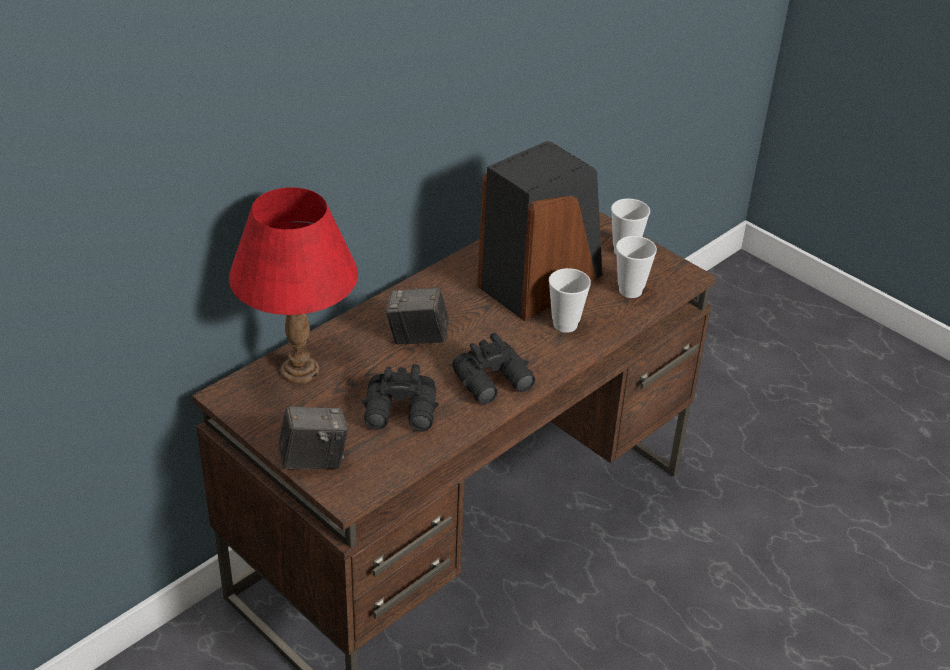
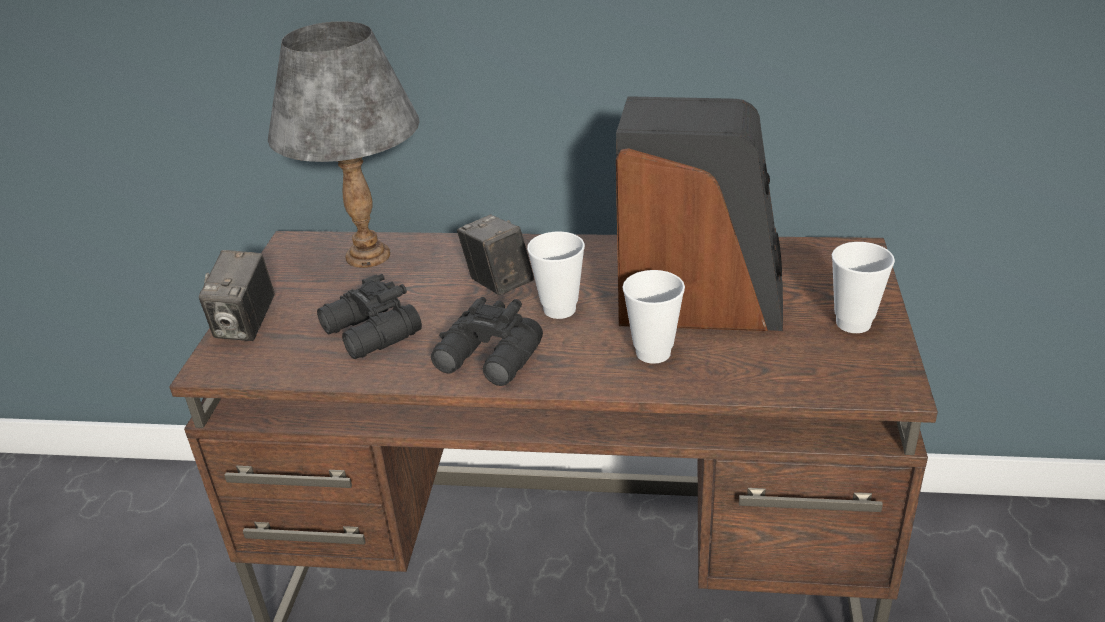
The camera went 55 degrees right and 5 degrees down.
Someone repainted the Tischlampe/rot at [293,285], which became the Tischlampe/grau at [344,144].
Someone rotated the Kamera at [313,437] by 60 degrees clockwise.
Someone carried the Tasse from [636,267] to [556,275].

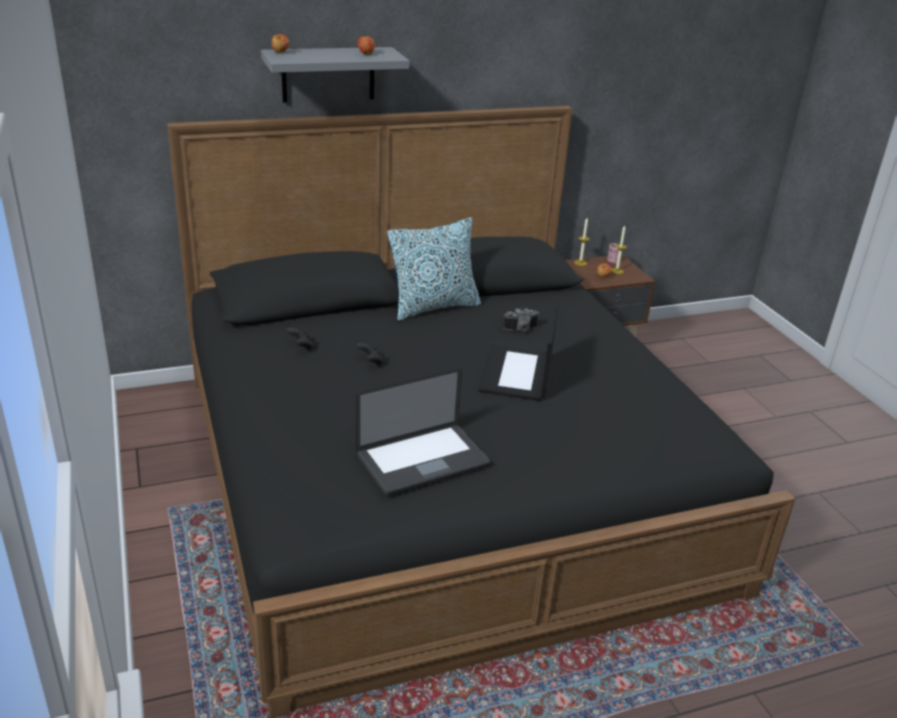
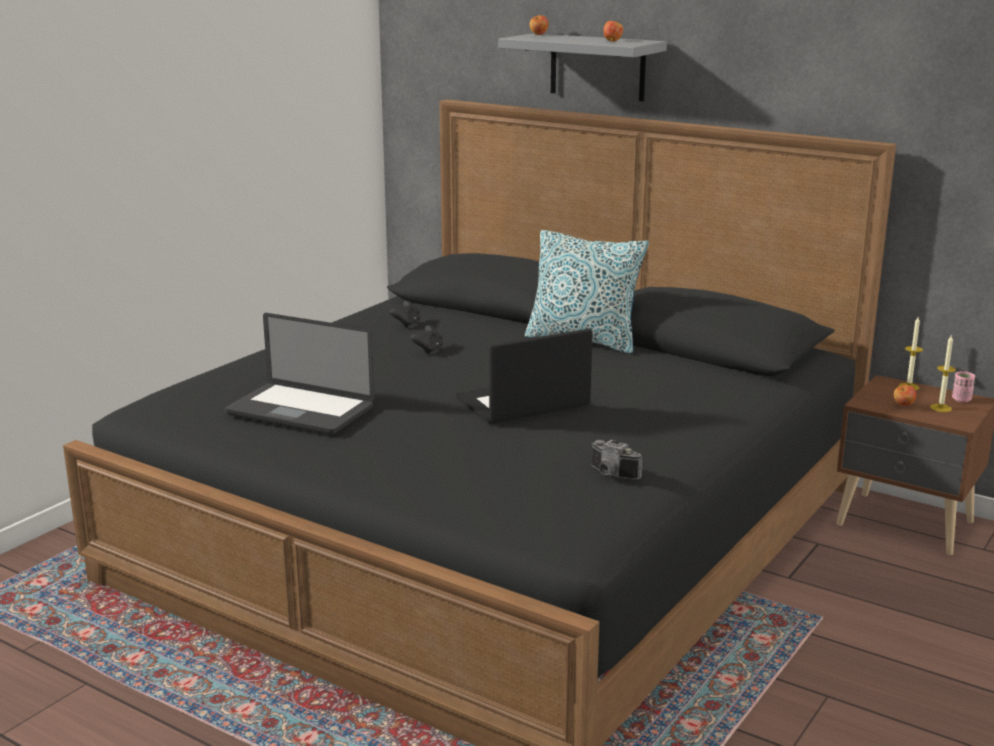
The camera went 55 degrees right and 10 degrees down.
Someone carried the Kamera from [521,319] to [617,459].

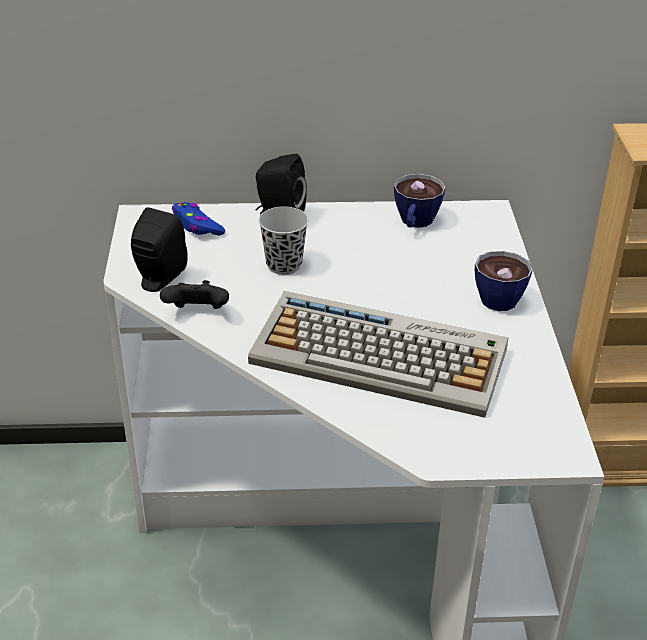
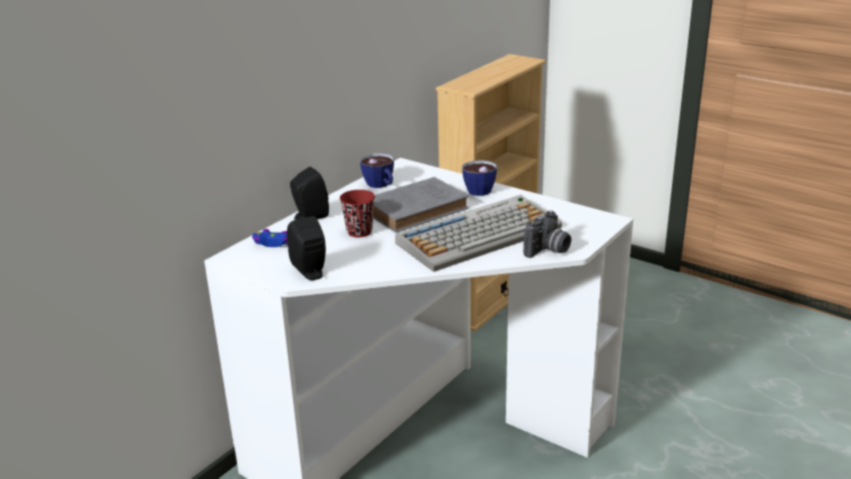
The camera went 50 degrees left and 10 degrees down.
Someone took away the Gamepad/schwarz at [194,294].
Someone repainted the Tasse/schwarz at [284,240], which became the Tasse/rot at [357,213].
Someone put down the Buch/grau at [421,205].
Someone put down the Kamera at [547,234].

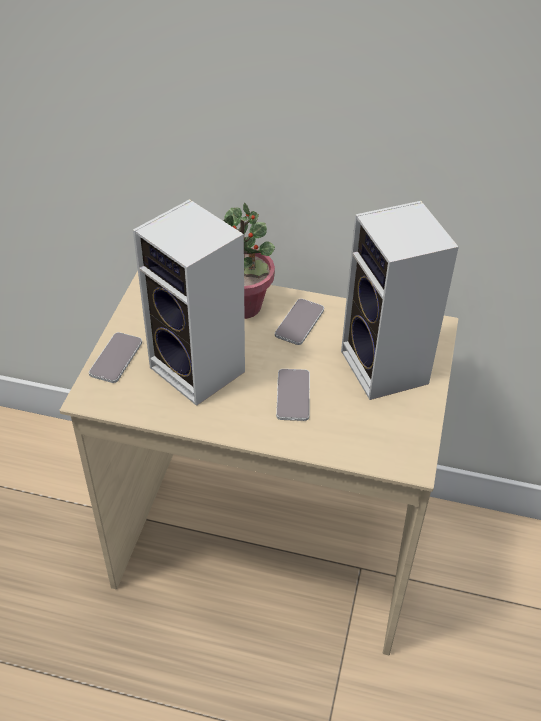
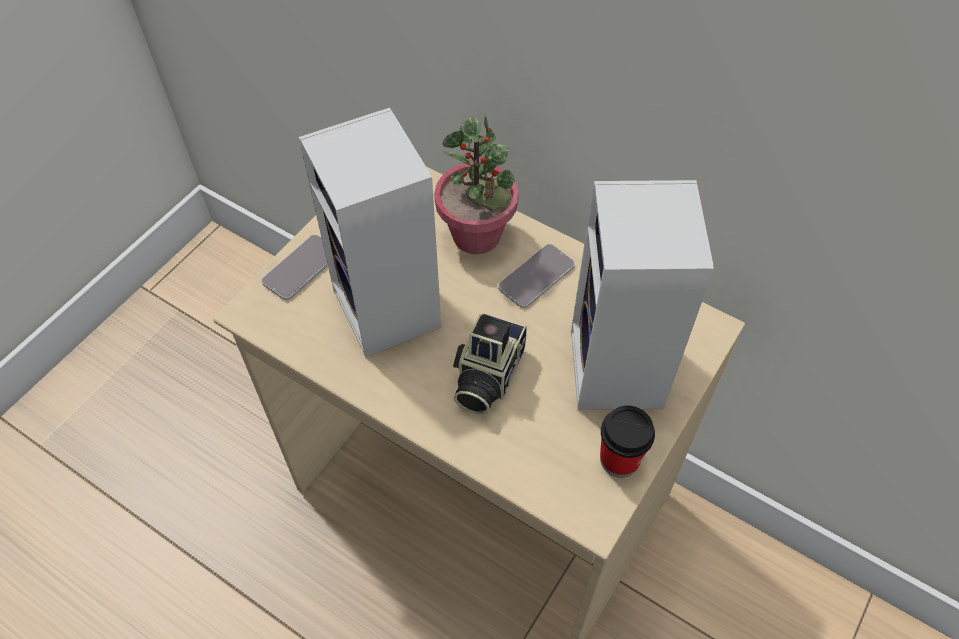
The camera went 20 degrees right and 10 degrees up.
Someone swapped the Handy at [293,395] for the Kamera at [490,364].
Someone put down the Tasse at [627,441].

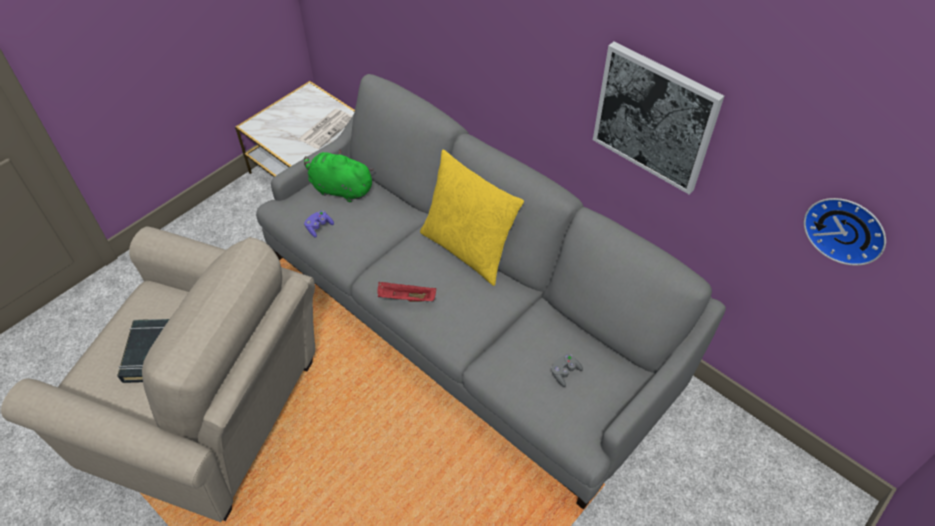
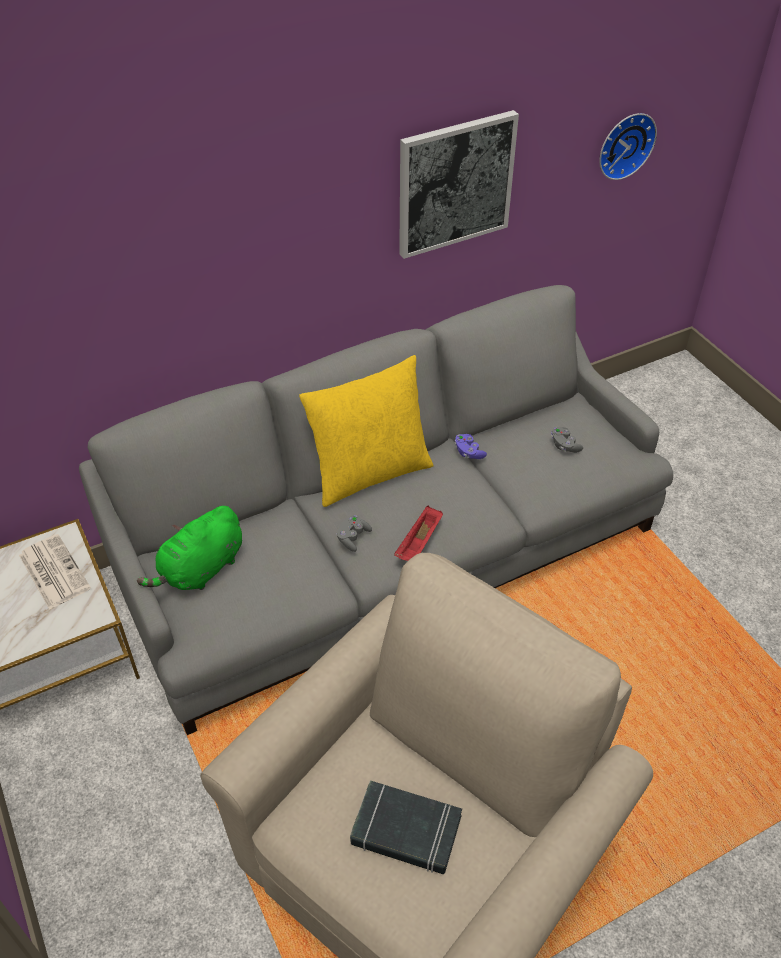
The camera went 70 degrees left and 5 degrees down.
Someone carried the Gamepad/lila from [319,224] to [471,446].
Someone put down the Gamepad/grau at [354,533].

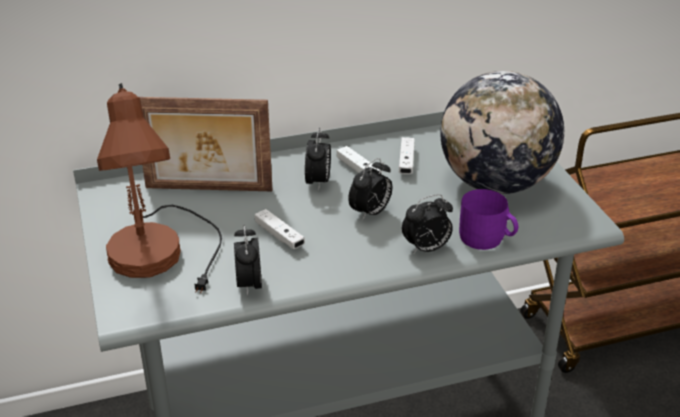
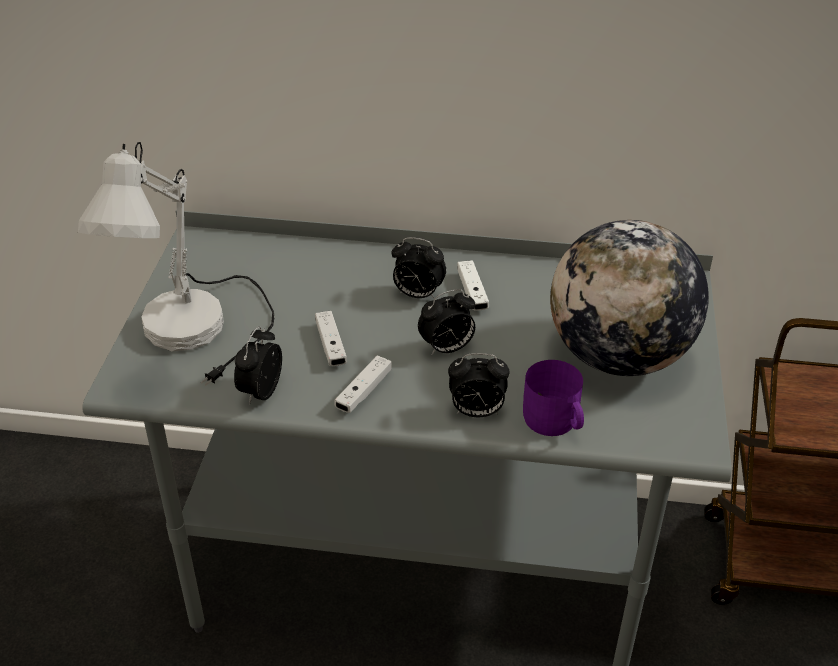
The camera went 25 degrees right and 5 degrees up.
Someone repainted the Tischlampe/braun at [159,188], which became the Tischlampe/weiß at [176,264].
Someone took away the Bilderrahmen at [205,144].
Someone rotated the Wecker at [318,159] by 75 degrees clockwise.
Someone carried the Gamepad/weiß from [407,155] to [363,384].

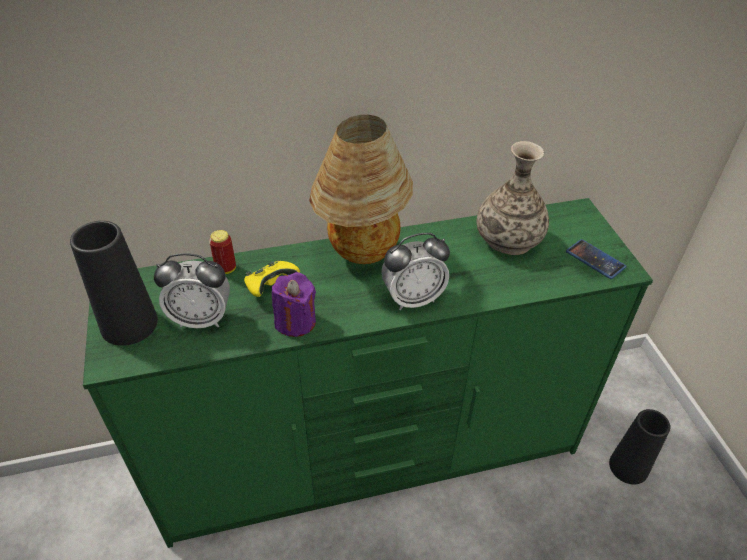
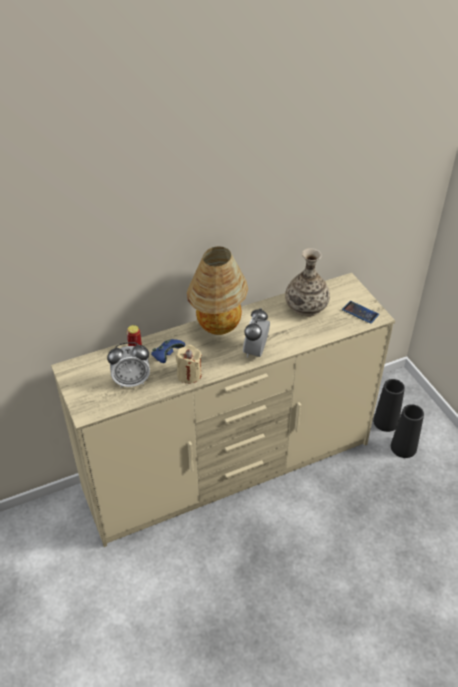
The camera went 10 degrees left and 0 degrees up.
Someone carried the Vase/schwarz from [114,283] to [389,405].
Someone repainted the Kommode/grün at [368,373], which became the Kommode/beige at [223,410].
Someone repainted the Gamepad/gelb at [272,278], which became the Gamepad/blau at [168,351].
Someone repainted the Kerze/lila at [294,304], which became the Kerze/beige at [189,364].
Someone rotated the Wecker at [415,271] by 135 degrees clockwise.

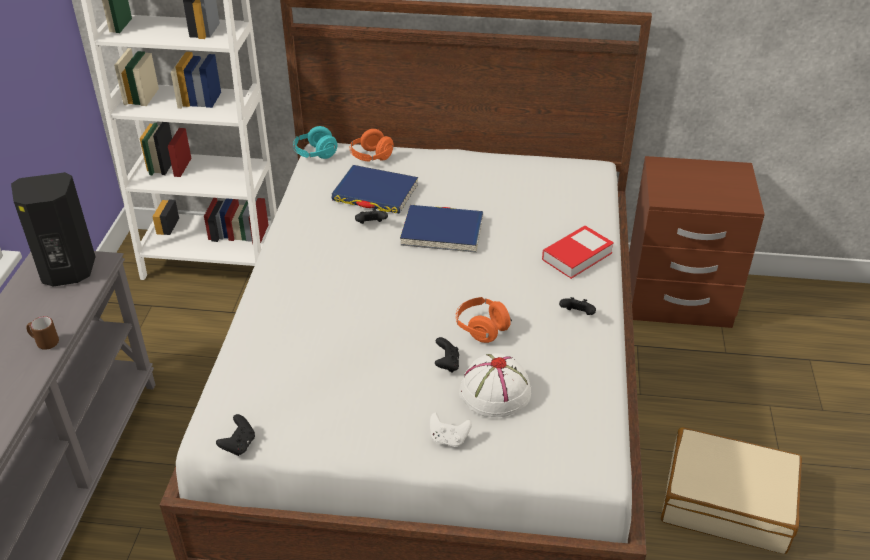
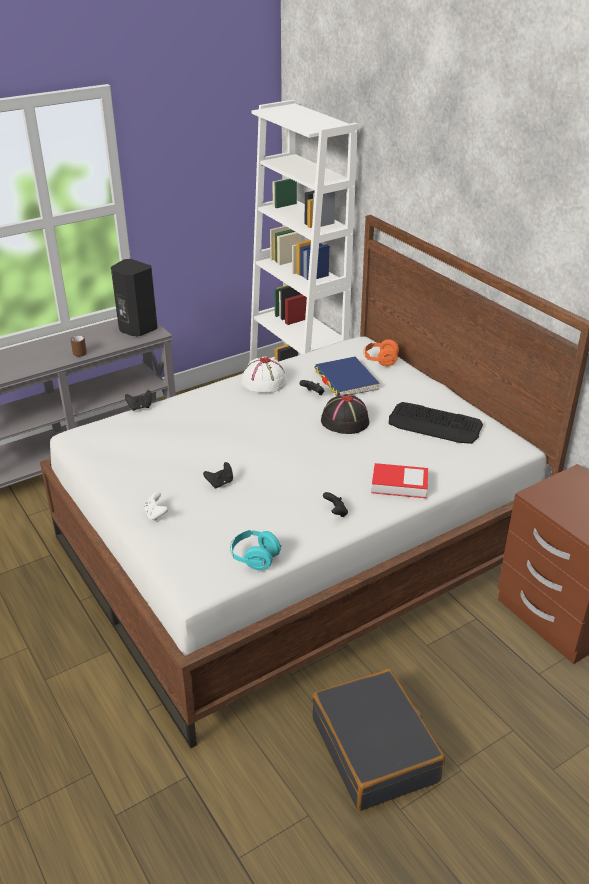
The camera went 50 degrees right and 5 degrees down.
Someone carried the Gamepad/schwarz from [235,435] to [138,400].
Someone carried the Kopfhörer/türkis from [315,142] to [255,550].
Someone swapped the Buch/blau at [441,229] for the Hut/schwarz at [345,414].
Someone took away the Kopfhörer/orange at [484,320].
Someone carried the Hut/weiß from [495,385] to [264,375].
Someone repainted the Koffer/beige at [731,490], which became the Koffer/schwarz at [378,740].
Someone put down the Tastatur at [436,423].

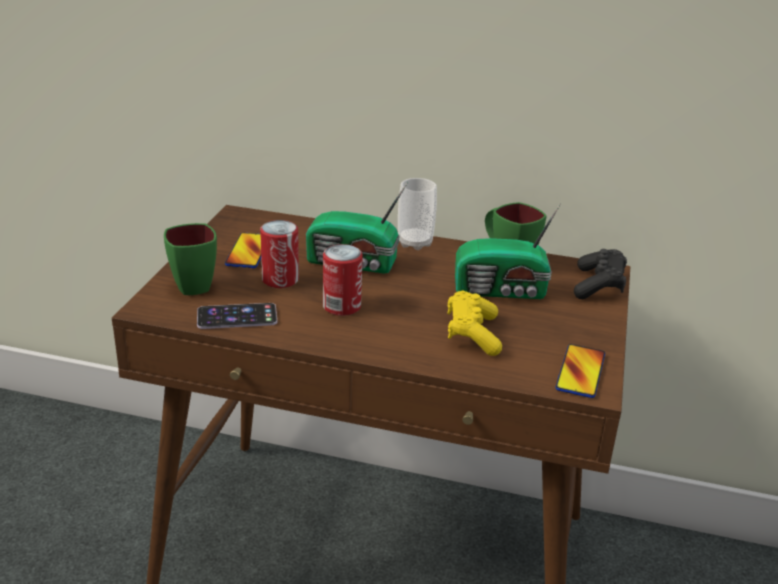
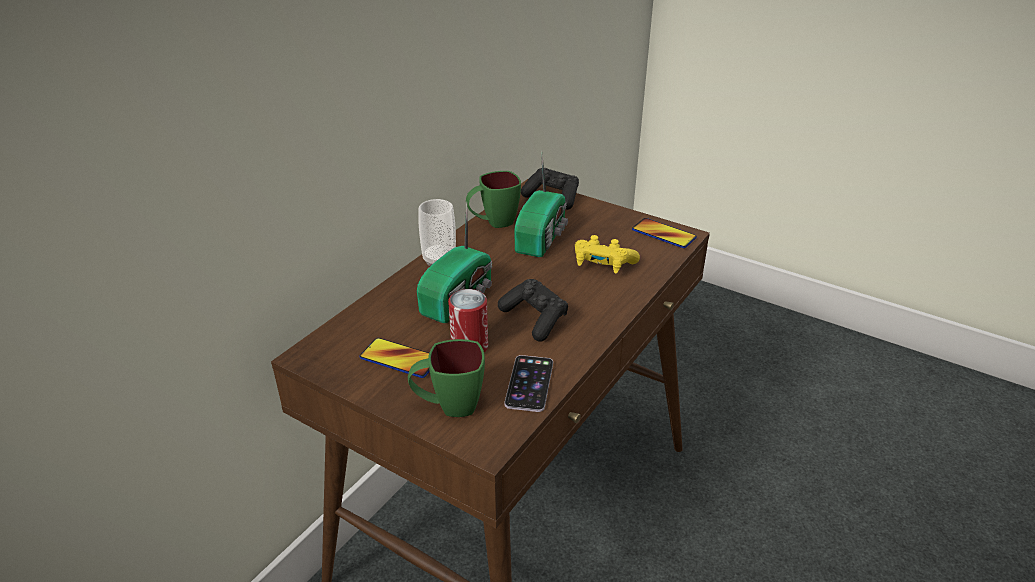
The camera went 70 degrees left and 5 degrees up.
Someone swapped the Dose at [343,280] for the Gamepad/schwarz at [533,310].

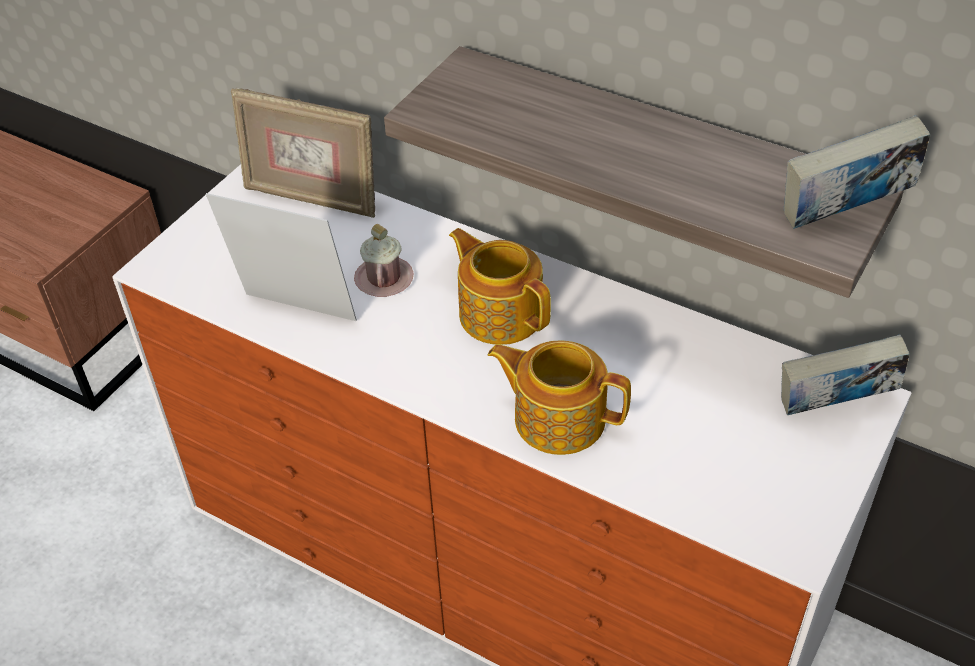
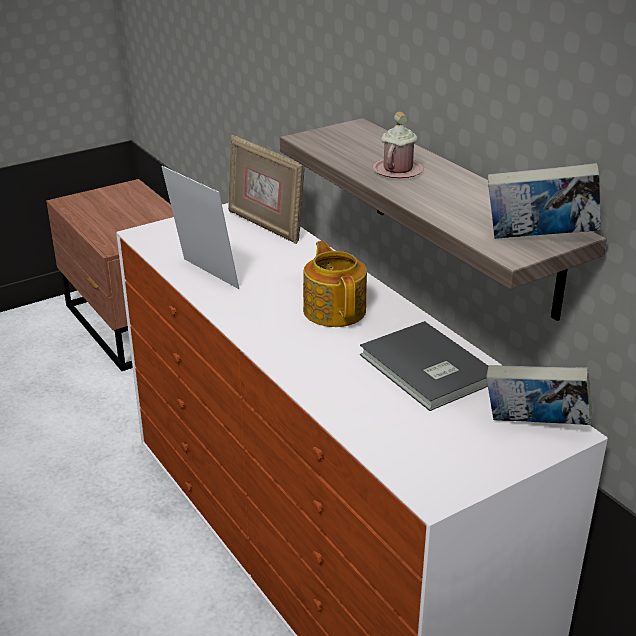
The camera went 25 degrees right and 15 degrees down.
Someone carried the Henkelbecher/rosa from [383,260] to [398,145].
Someone took away the Teekanne at [559,397].
Someone put down the Buch/grau at [424,366].

